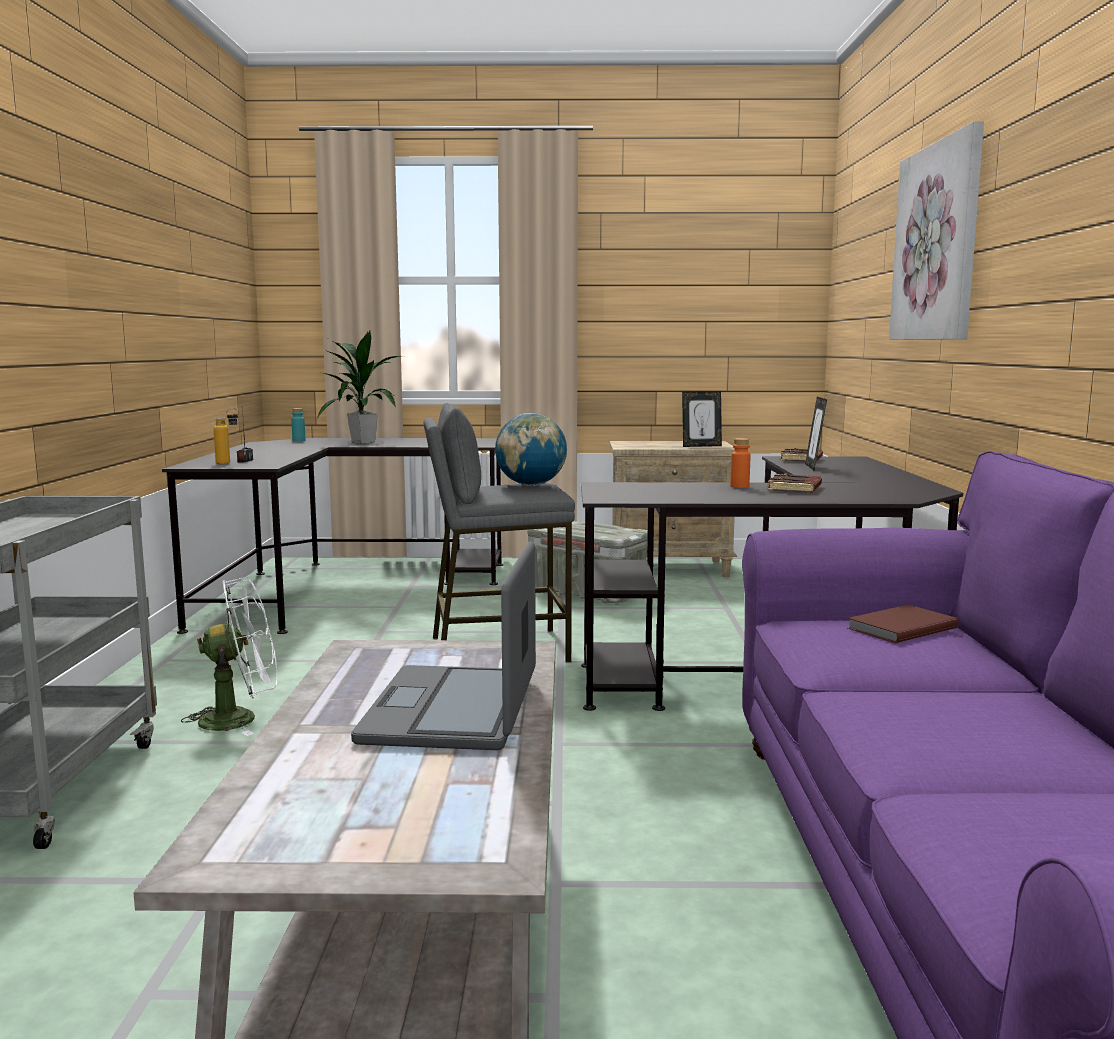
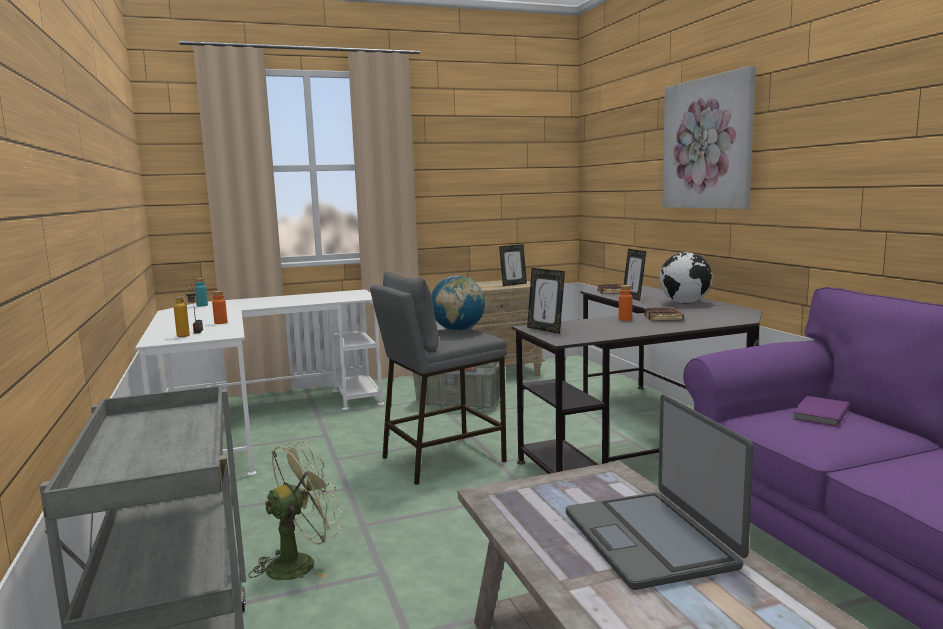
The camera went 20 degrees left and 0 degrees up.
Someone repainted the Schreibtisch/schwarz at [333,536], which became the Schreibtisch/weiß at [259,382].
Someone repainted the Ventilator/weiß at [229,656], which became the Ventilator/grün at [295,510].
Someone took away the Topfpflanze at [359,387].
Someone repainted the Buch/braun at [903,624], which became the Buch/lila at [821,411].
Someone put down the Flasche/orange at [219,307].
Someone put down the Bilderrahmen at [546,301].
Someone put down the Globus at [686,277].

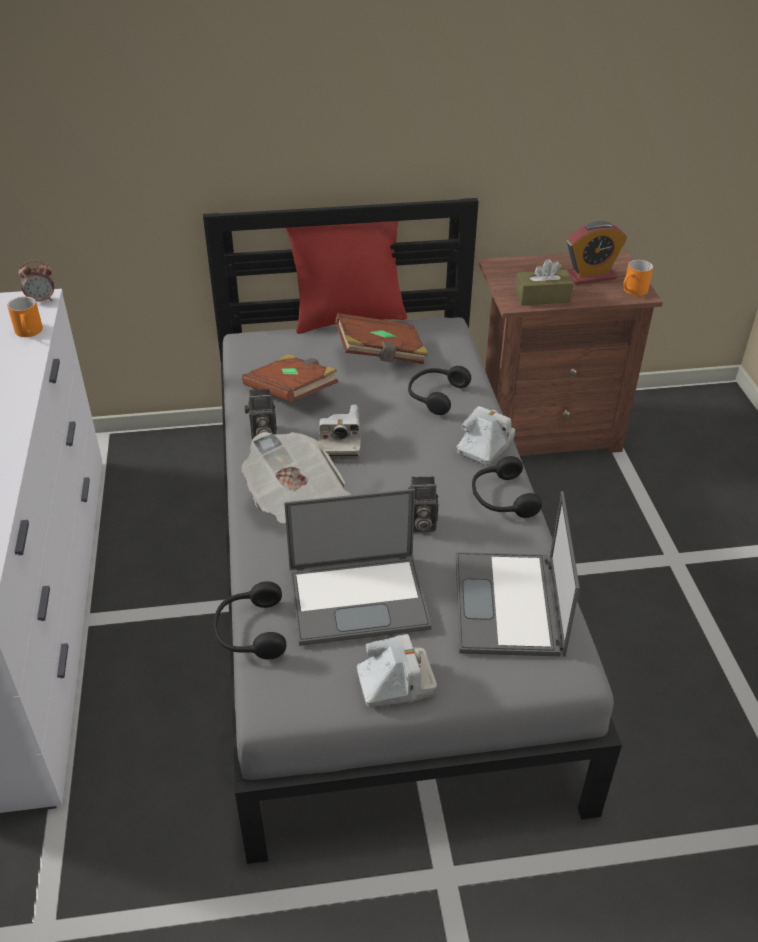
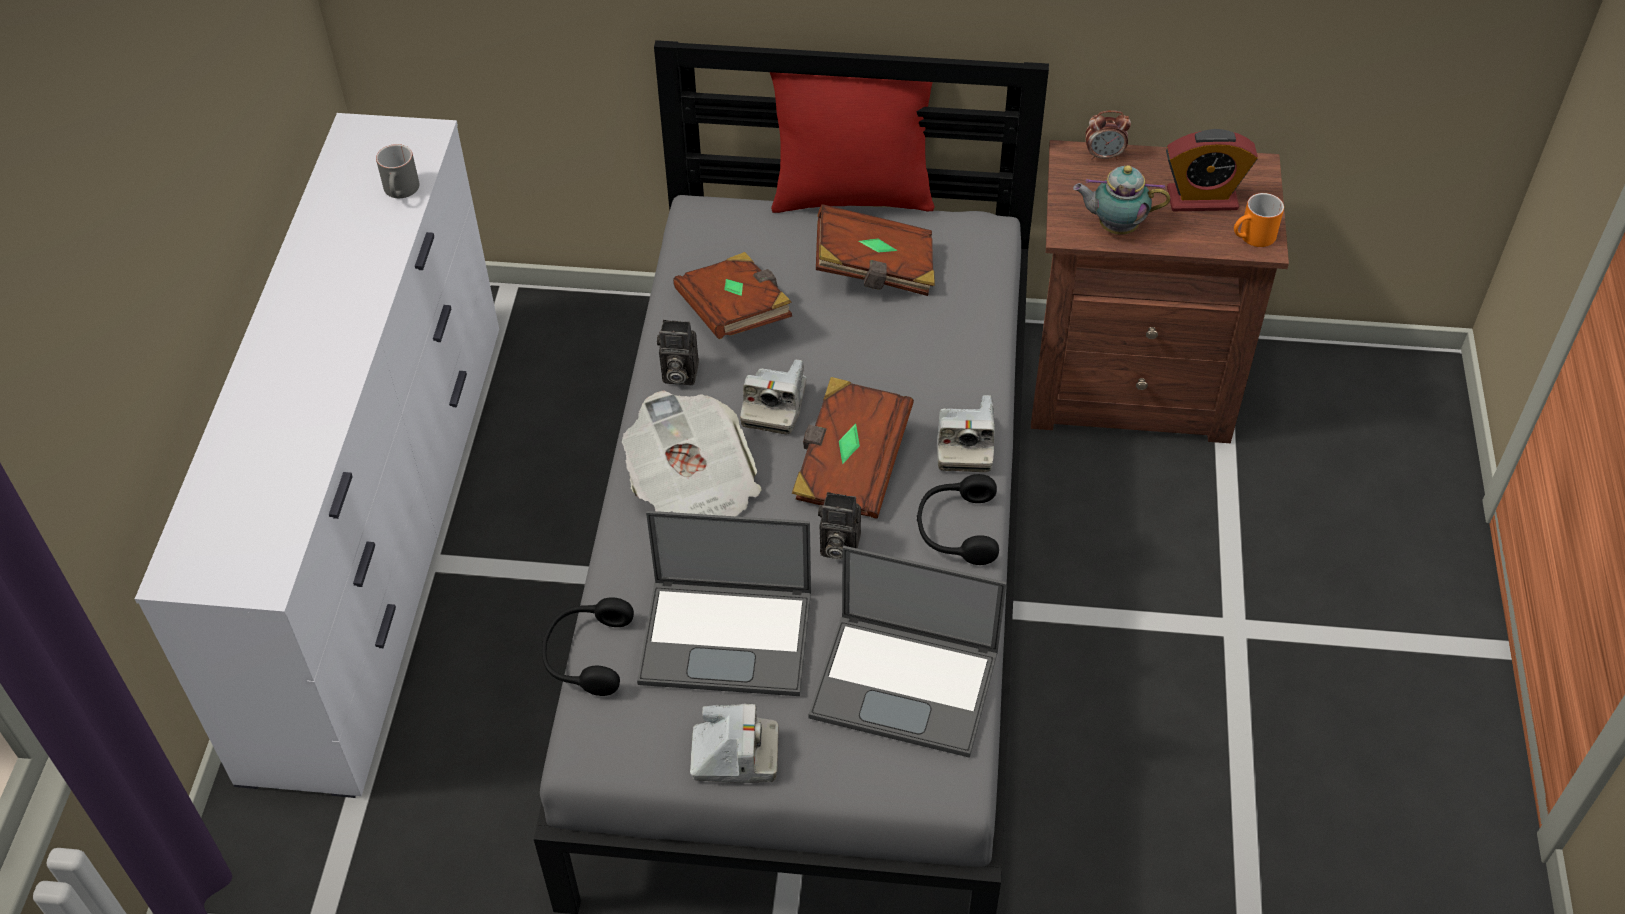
The camera went 15 degrees right and 10 degrees up.
Someone repainted the Henkelbecher/orange at [25,317], which became the Henkelbecher/grau at [397,171].
Someone carried the Wecker from [37,281] to [1108,135].
Someone took away the Kopfhörer/schwarz at [439,390].
Someone rotated the Kamera at [485,435] by 135 degrees clockwise.
Someone rotated the Laptop at [518,574] by 90 degrees counterclockwise.
Someone swapped the Taschentuchbox/braun at [544,282] for the Teekanne at [1121,200].
Someone put down the Buch/braun at [853,448].

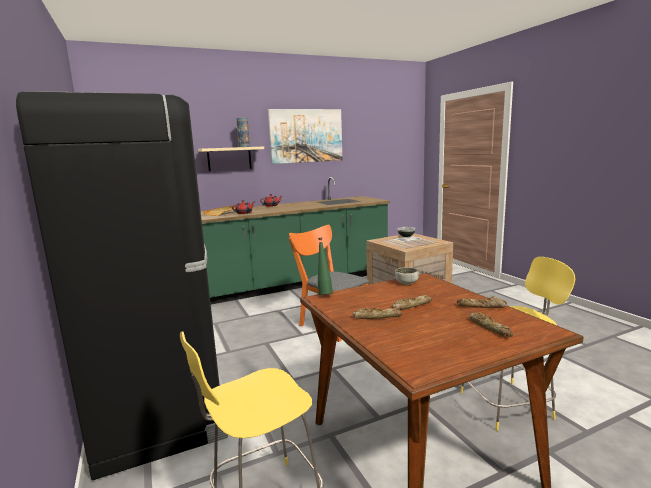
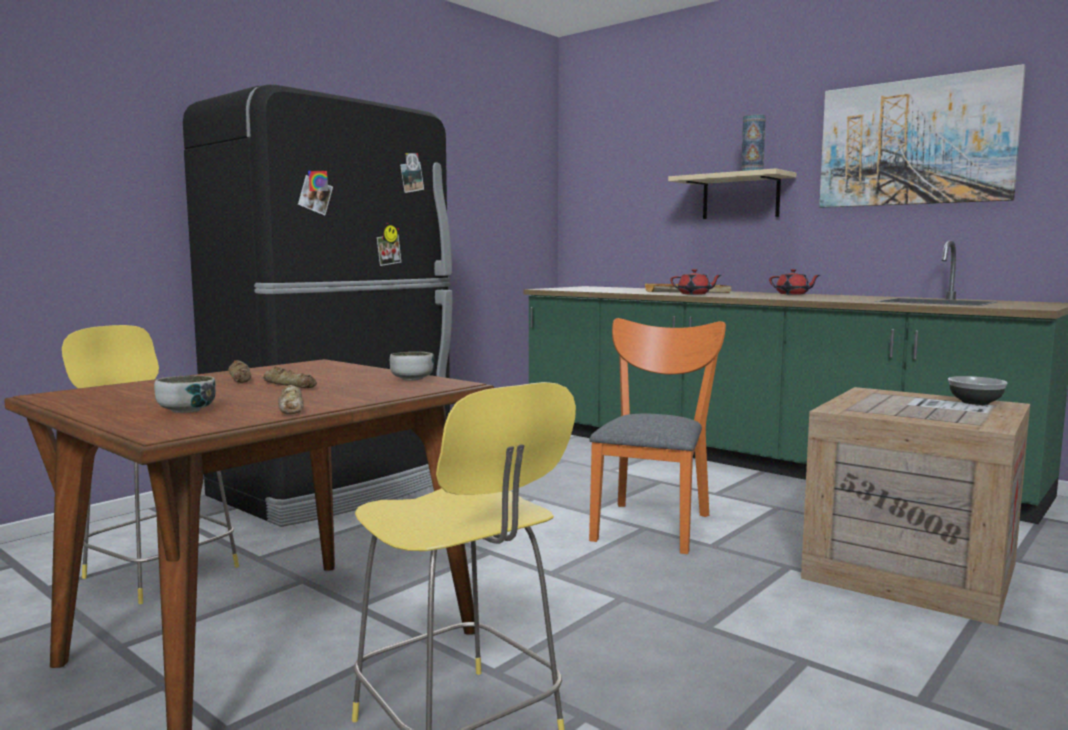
The camera went 65 degrees right and 5 degrees down.
Someone took away the Flasche/grün at [325,266].
Someone swapped the Brot at [491,324] for the Schüssel at [185,394].

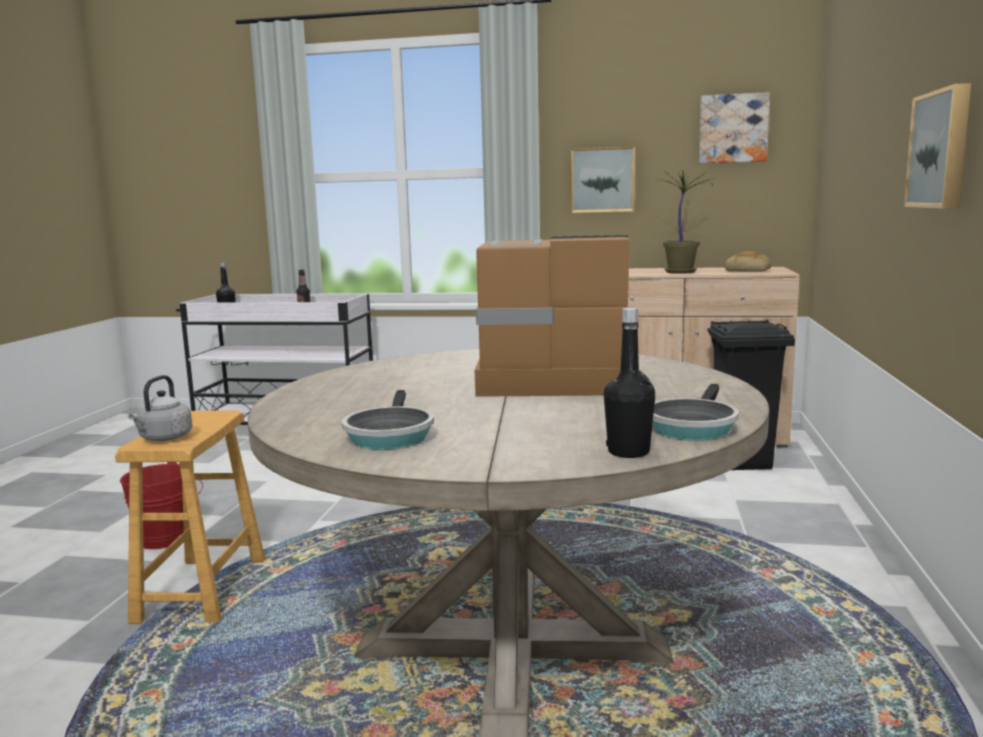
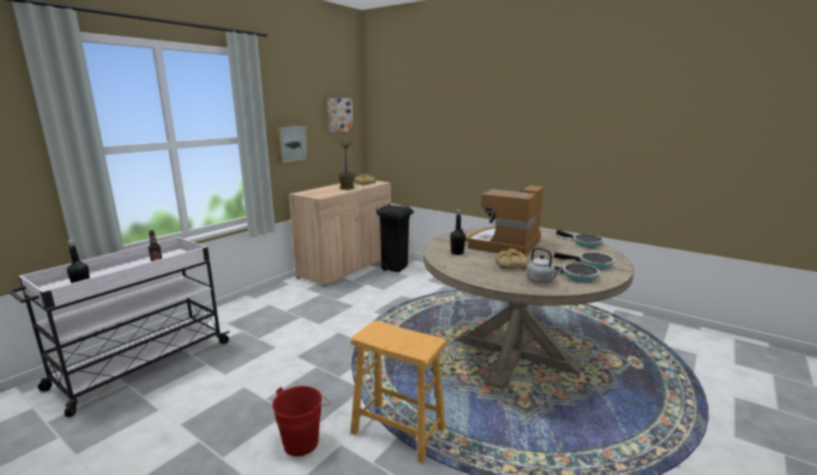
The camera went 65 degrees left and 5 degrees up.
Someone carried the Wasserkessel/grau from [160,408] to [544,265].
Someone carried the Flasche/schwarz from [629,383] to [458,232].
Someone took away the Bild at [937,146].
Someone put down the Brot at [512,259].
Someone put down the Pfanne at [584,260].

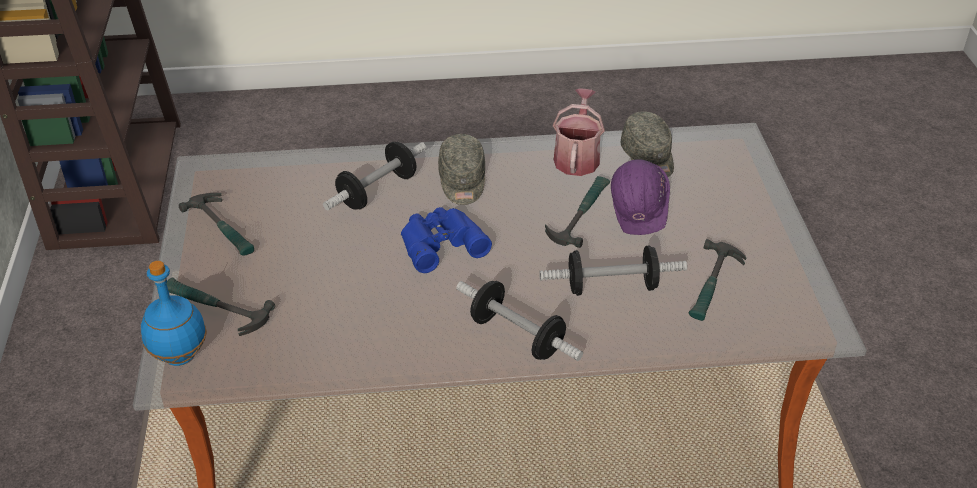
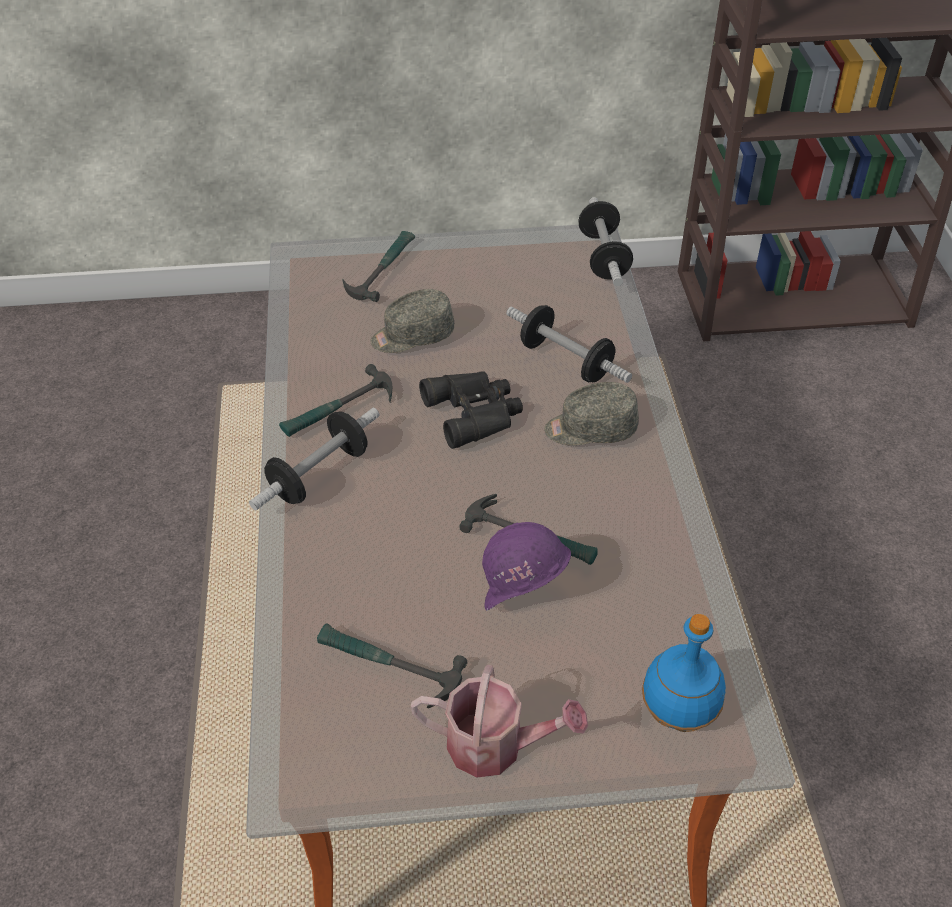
The camera went 90 degrees right and 5 degrees up.
Someone carried the Flasche/blau from [174,313] to [684,673].
Someone carried the Hammer from [216,224] to [335,400].
Someone repainted the Fernglas/blau at [446,240], which became the Fernglas/schwarz at [471,410].
Someone carried the Hantel from [613,271] to [605,241].
Someone carried the Gießkanne from [579,132] to [499,721].
Someone carried the Kappe/grau from [647,144] to [412,321].

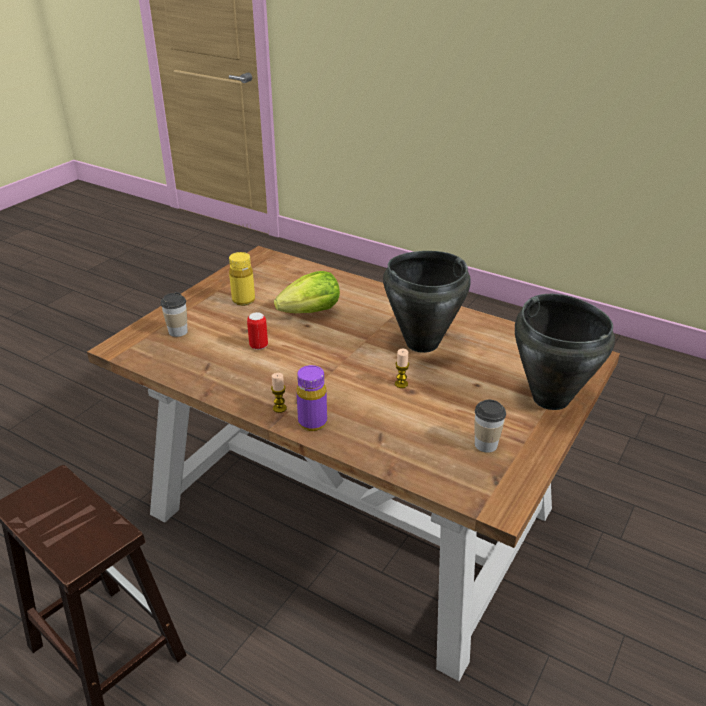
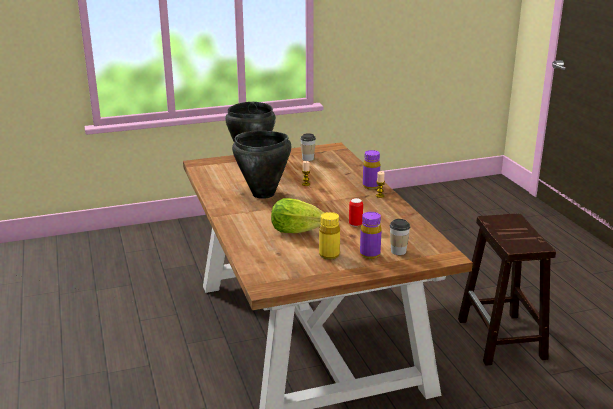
The camera went 140 degrees left and 10 degrees down.
Someone put down the Flasche/lila at [370,235].

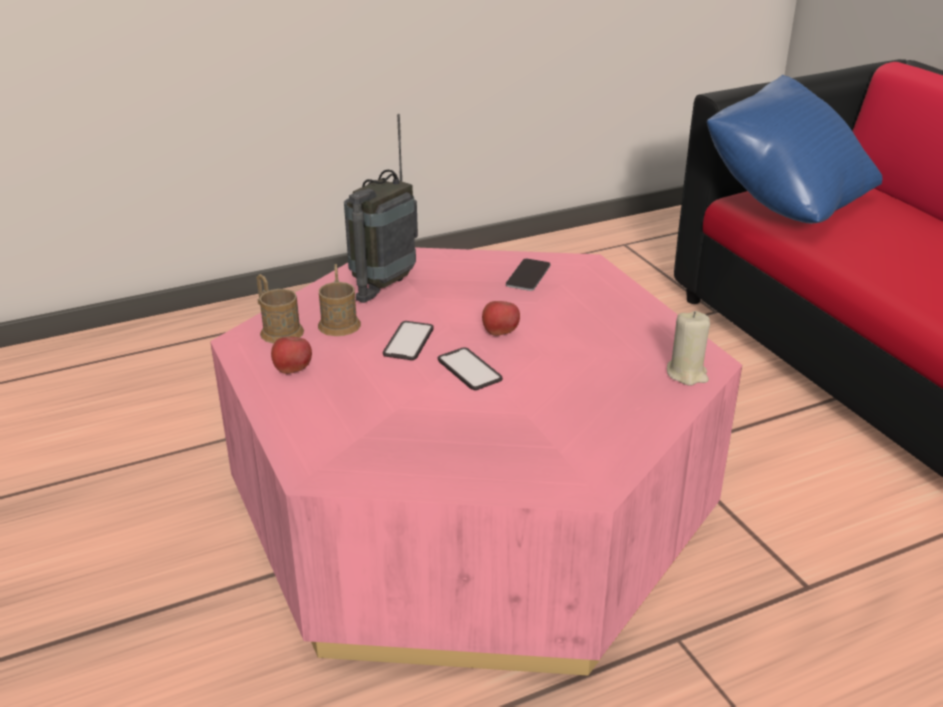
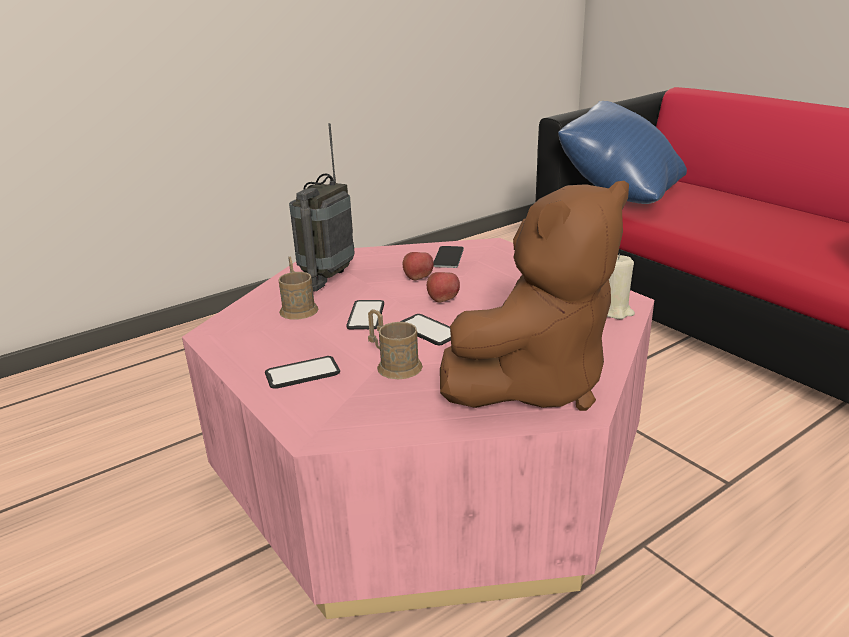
The camera went 10 degrees left and 5 degrees down.
Someone carried the Henkelbecher/braun from [280,309] to [395,344].
Someone carried the Apfel from [291,355] to [418,266].
Someone put down the Handy at [302,372].
Someone put down the Plüschtier/braun at [534,296].

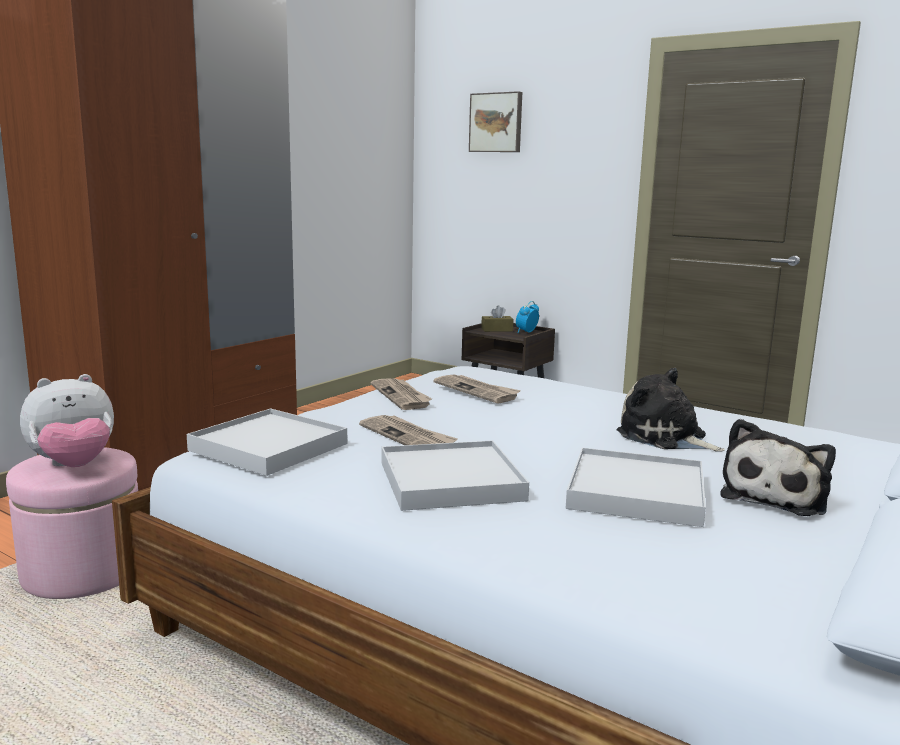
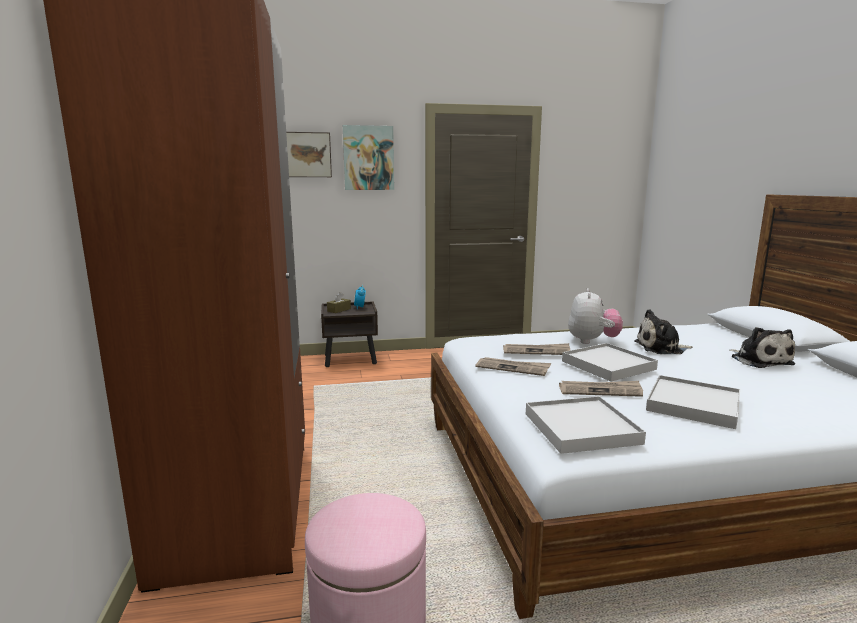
The camera went 45 degrees left and 0 degrees up.
Someone carried the Plüschtier from [67,420] to [595,316].
Someone carried the Tablett/weiß from [636,487] to [610,362].
Someone put up the Bild at [368,157].

